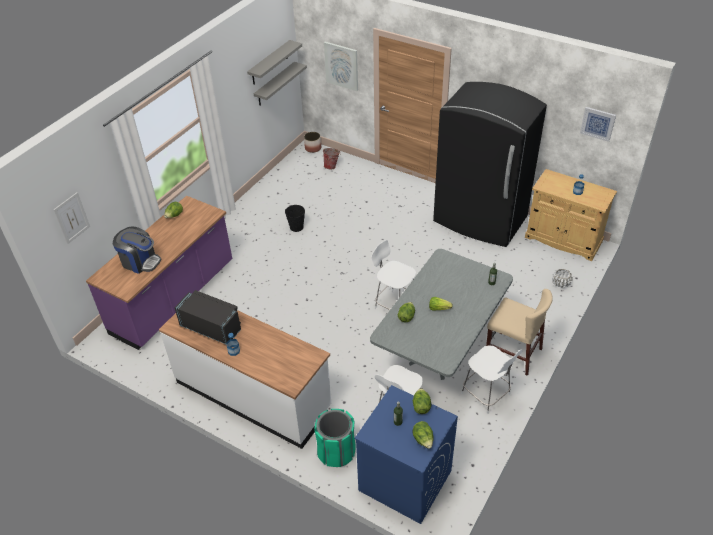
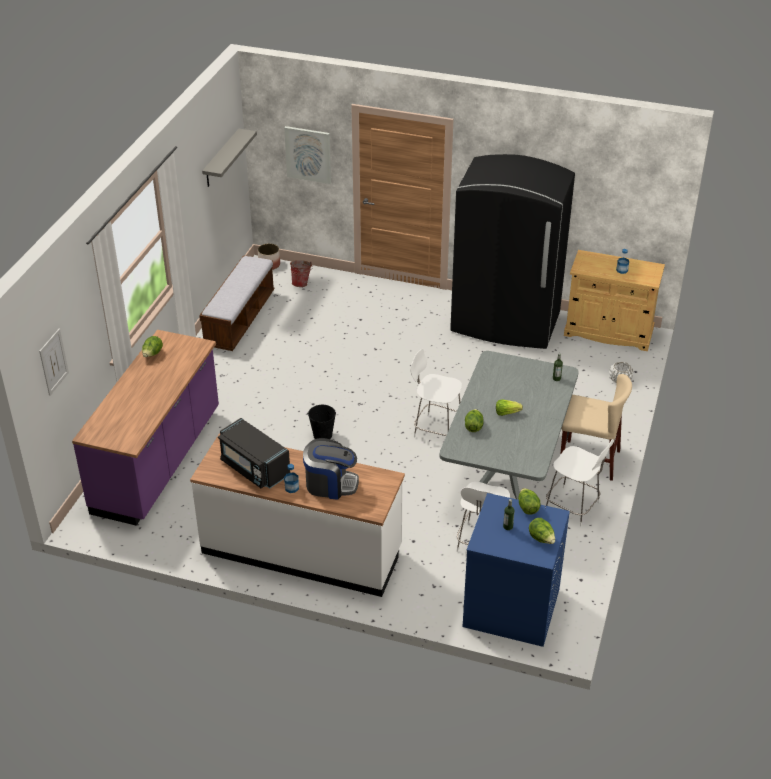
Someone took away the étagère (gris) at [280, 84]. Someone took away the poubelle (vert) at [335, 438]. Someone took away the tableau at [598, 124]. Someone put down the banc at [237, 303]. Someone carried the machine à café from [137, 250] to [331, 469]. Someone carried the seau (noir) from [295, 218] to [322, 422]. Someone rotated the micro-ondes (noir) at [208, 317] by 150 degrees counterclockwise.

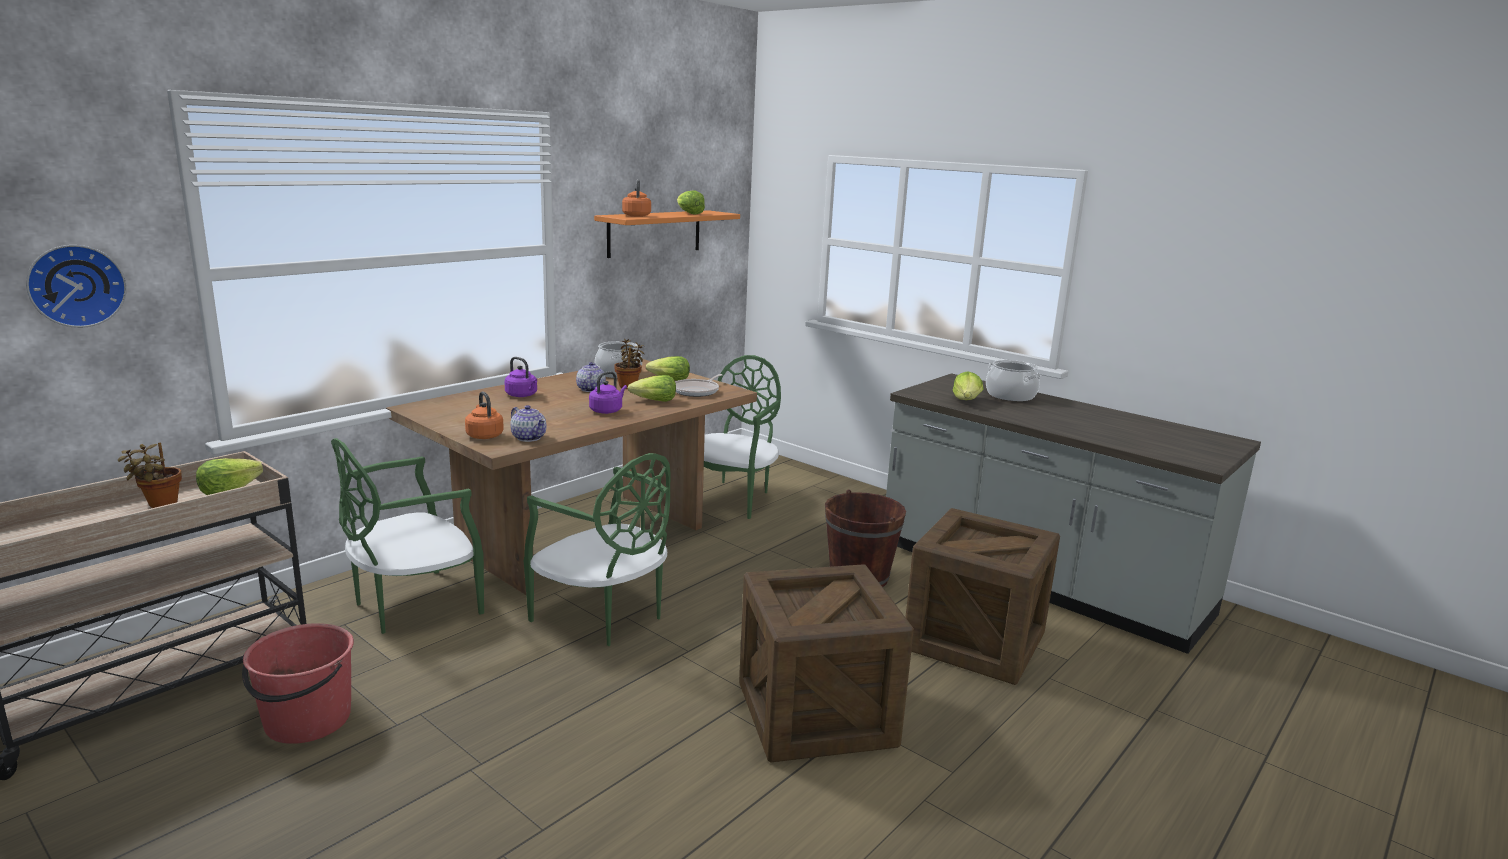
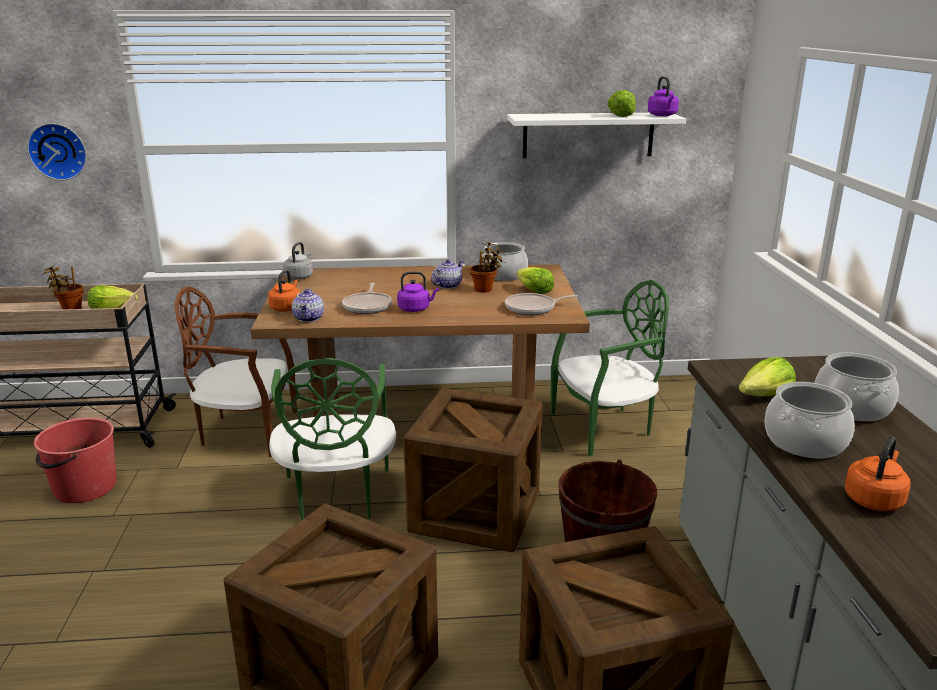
Someone took away the laitue at [652, 388]. Someone put down the bouilloire (gris) at [298, 261]. Someone put down the poêle at [367, 298]. Someone put down the caisse at [473, 470]. Someone put down the marmite at [809, 420]. Someone carried the bouilloire (violet) from [520, 377] to [663, 96]. Someone carried the bouilloire (orange) from [636, 198] to [877, 474]. Someone repainted the chaise (vert) at [407, 536], which became the chaise (marron) at [235, 371]. Someone repainted the étagère (orange) at [667, 234], which became the étagère (blanc) at [597, 135].

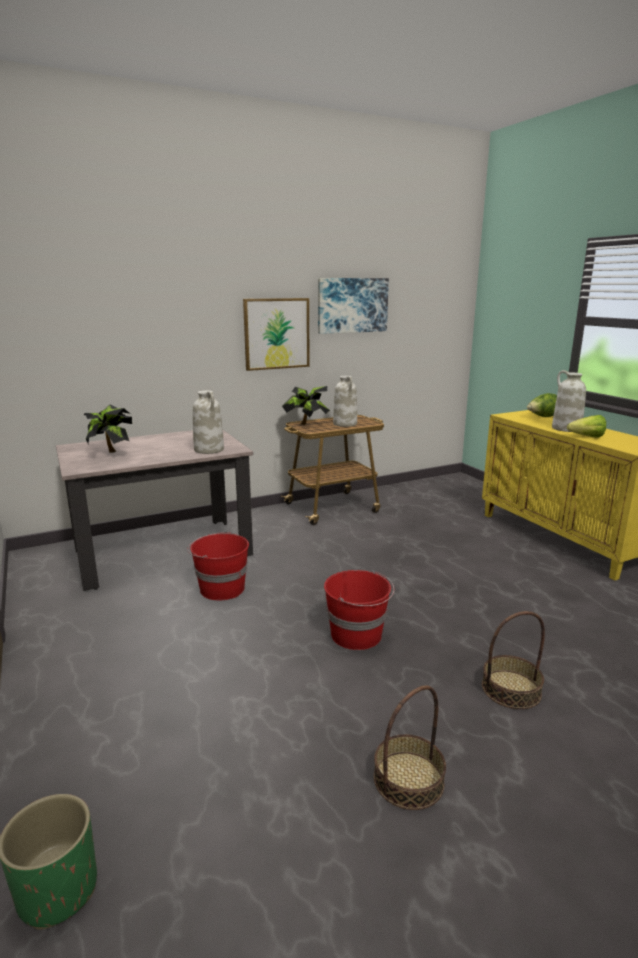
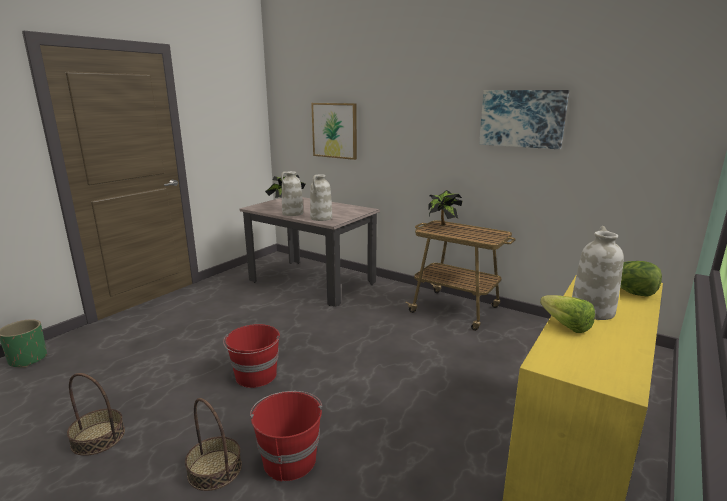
Someone carried the seau (rouge) from [218, 566] to [286, 436]. Someone carried the tableau from [276, 334] to [334, 131]. Someone carried the vase (blanc) from [345, 401] to [292, 193].

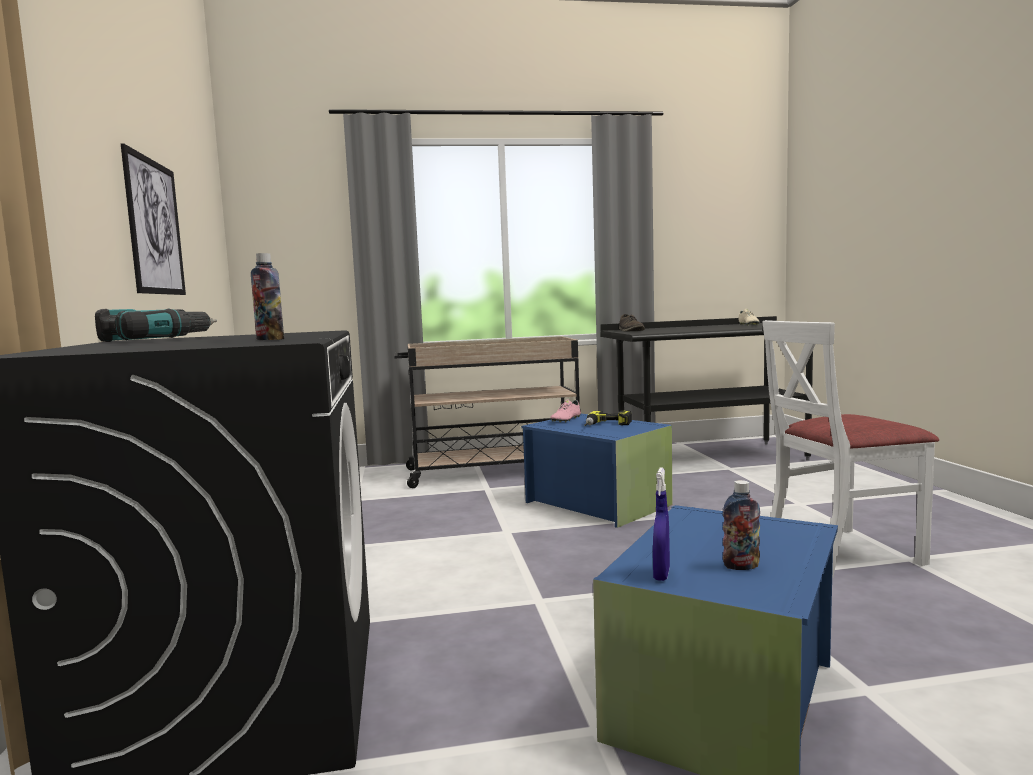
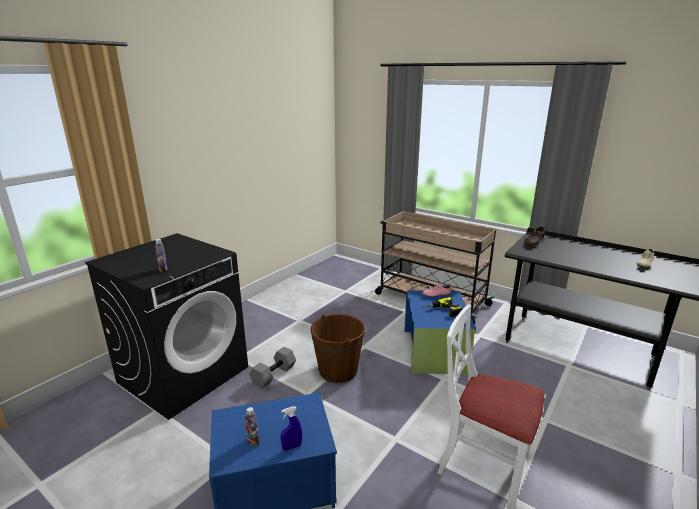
Someone took away the perceuse at [156, 325]. Someone took away the tableau at [153, 219]. Someone put down the haltère (gris) at [272, 368]. Someone put down the seau (marron) at [338, 348]. Someone carried the vaporisateur (bleu) from [661, 524] to [291, 428].

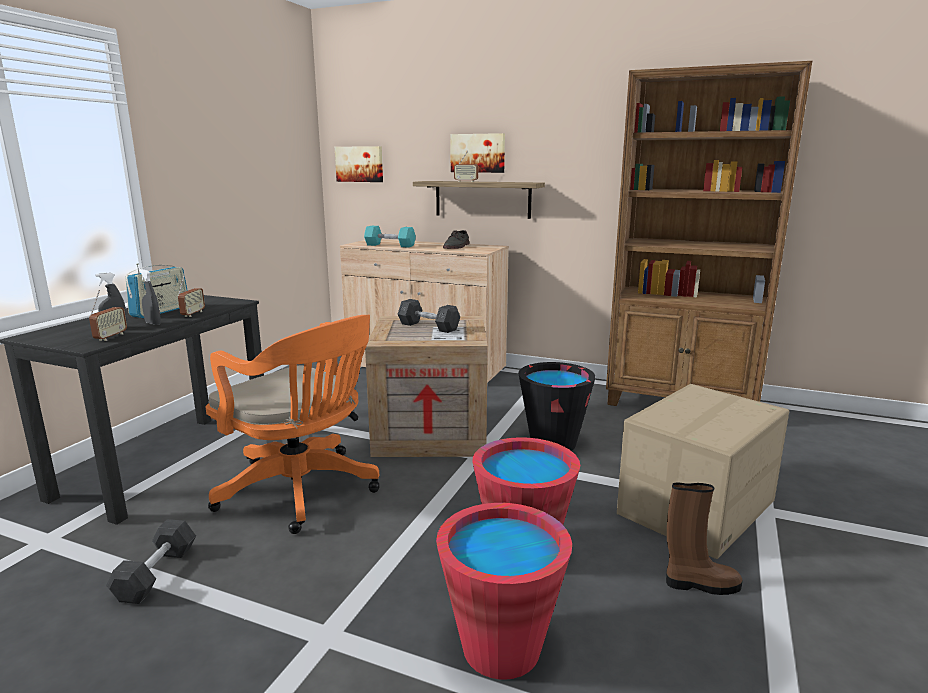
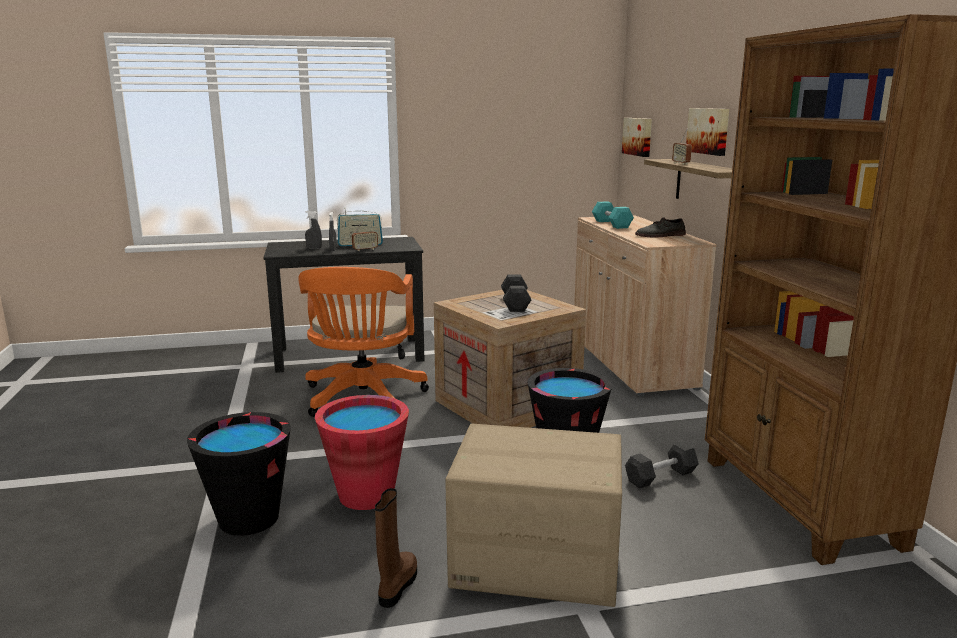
Someone took away the radio at [108, 315]. Someone carried the haltère (gris) from [151, 561] to [662, 465]. Someone repainted the seau (rouge) at [504, 591], which became the seau (noir) at [239, 474]. Someone rotated the botte (marron) at [704, 539] by 135 degrees counterclockwise.

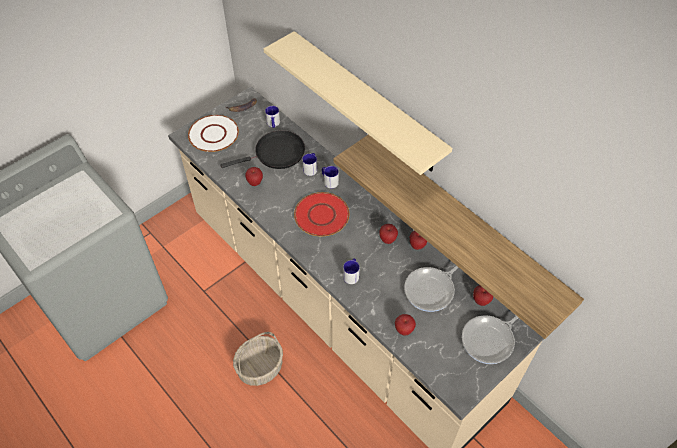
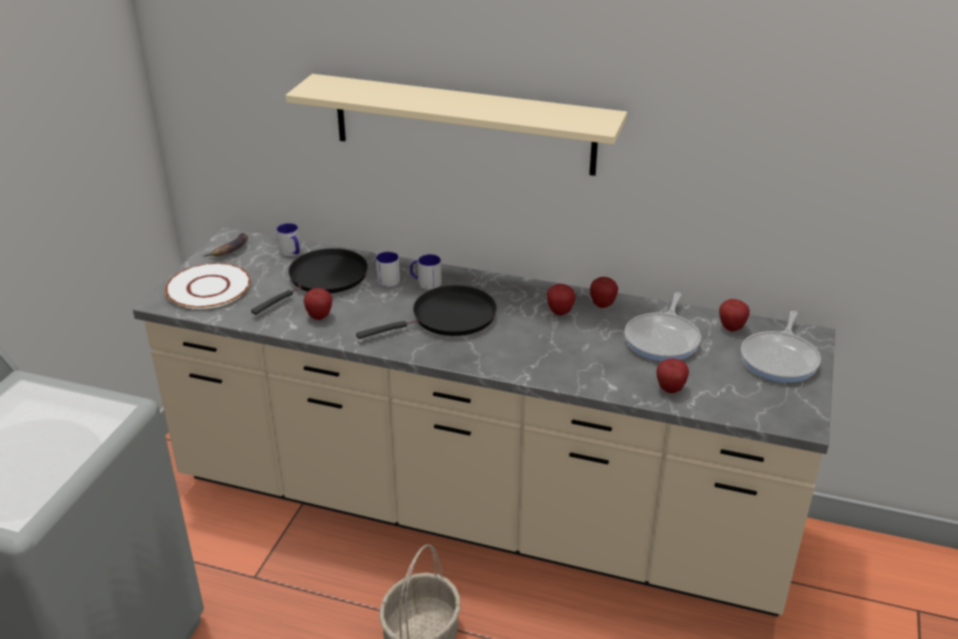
Someone took away the étagère at [459, 237]. Someone took away the mug at [351, 271]. Someone swapped the assiette (rouge) at [321, 214] for the poêle (noir) at [426, 312].

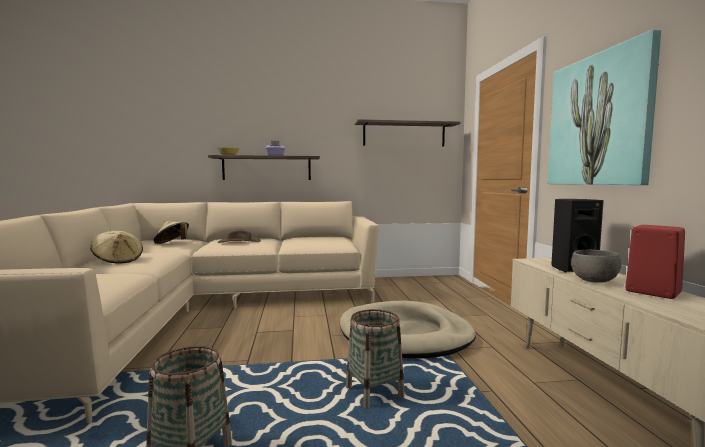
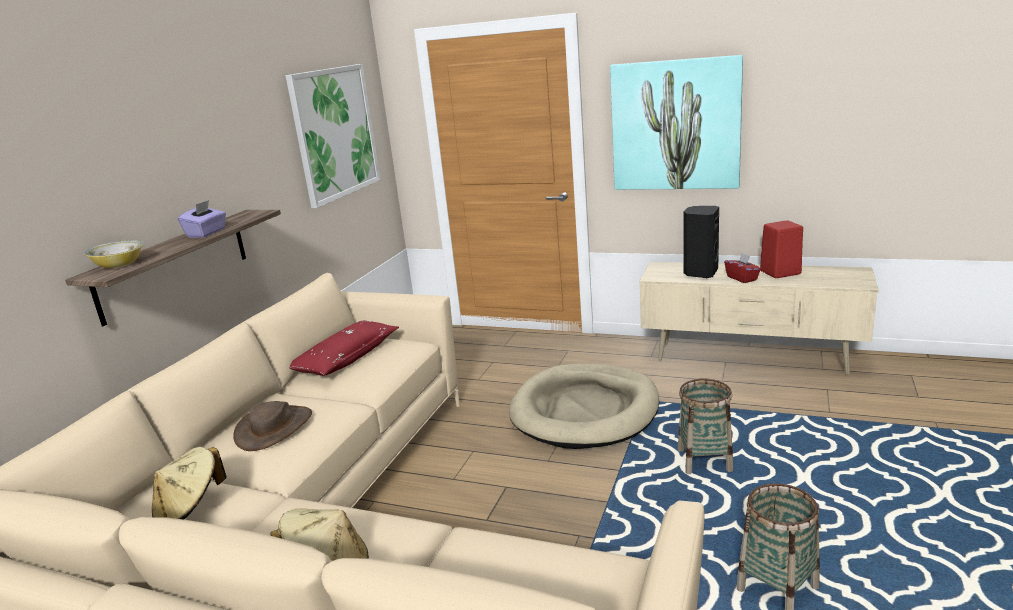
Someone put down the coussin (rouge) at [344, 348]. Someone swapped the étagère at [407, 133] for the tableau at [333, 136]. Someone swapped the bol (gris) at [596, 266] for the boîte à mouchoirs (rouge) at [742, 268].

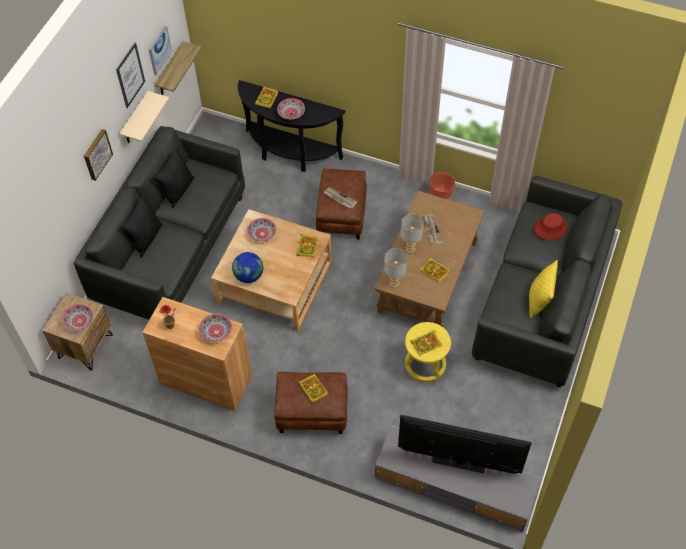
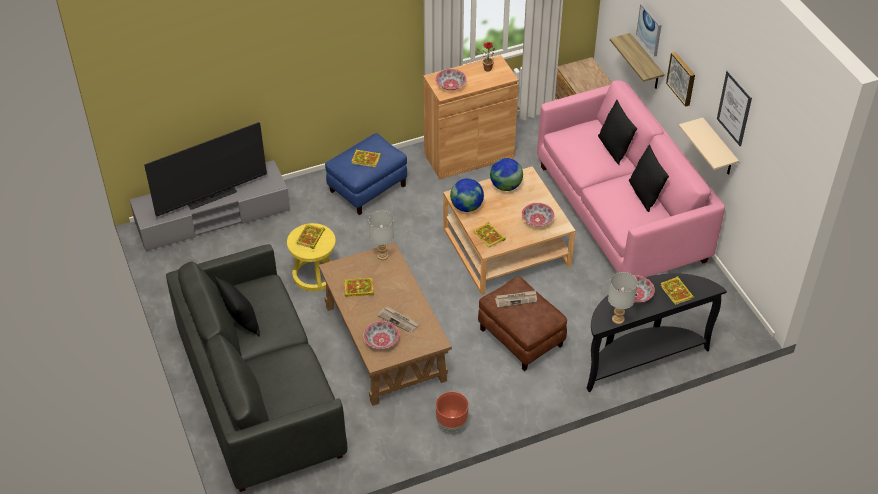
Someone took away the chapeau (rouge) at [551, 226]. Someone put down the globe at [467, 195]. Someone carried the bol from [78, 317] to [381, 335]. Someone carried the tableau from [160, 50] to [648, 30]. Someone carried the étagère from [178, 68] to [637, 61]. Someone carried the lampe de table (gris) from [412, 234] to [622, 298]. Someone repainted the canapé (gris) at [159, 223], which became the canapé (rose) at [631, 178]. Someone repainted the pouf (marron) at [311, 403], which became the pouf (bleu) at [366, 174]. Someone repainted the coussin (jaune) at [543, 289], which became the coussin (noir) at [237, 306].

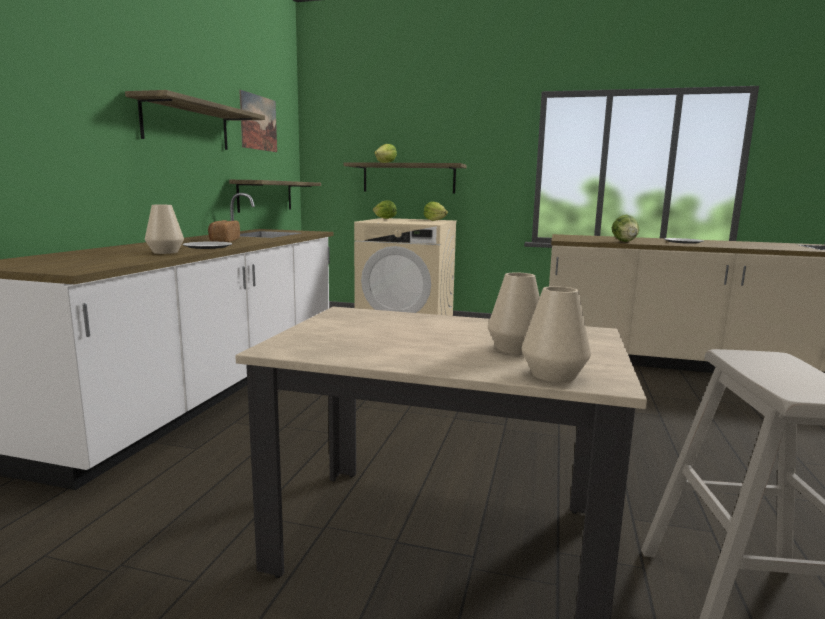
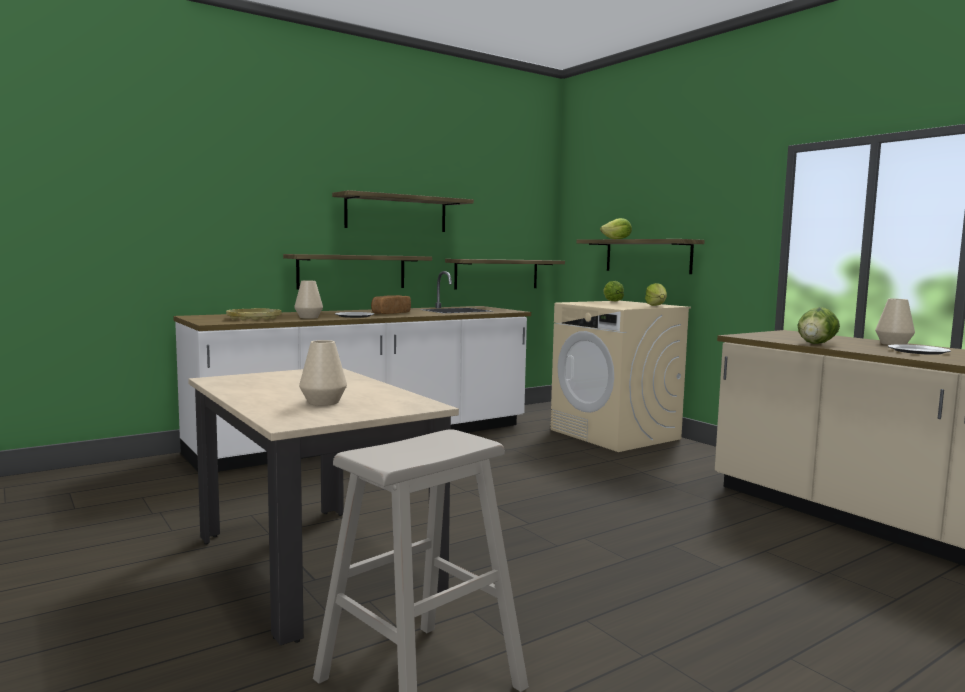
Someone took away the tableau at [258, 121]. Someone put down the plateau (jaune) at [254, 314]. Someone put up the étagère at [357, 271]. Someone carried the vase (beige) from [556, 334] to [895, 322].

